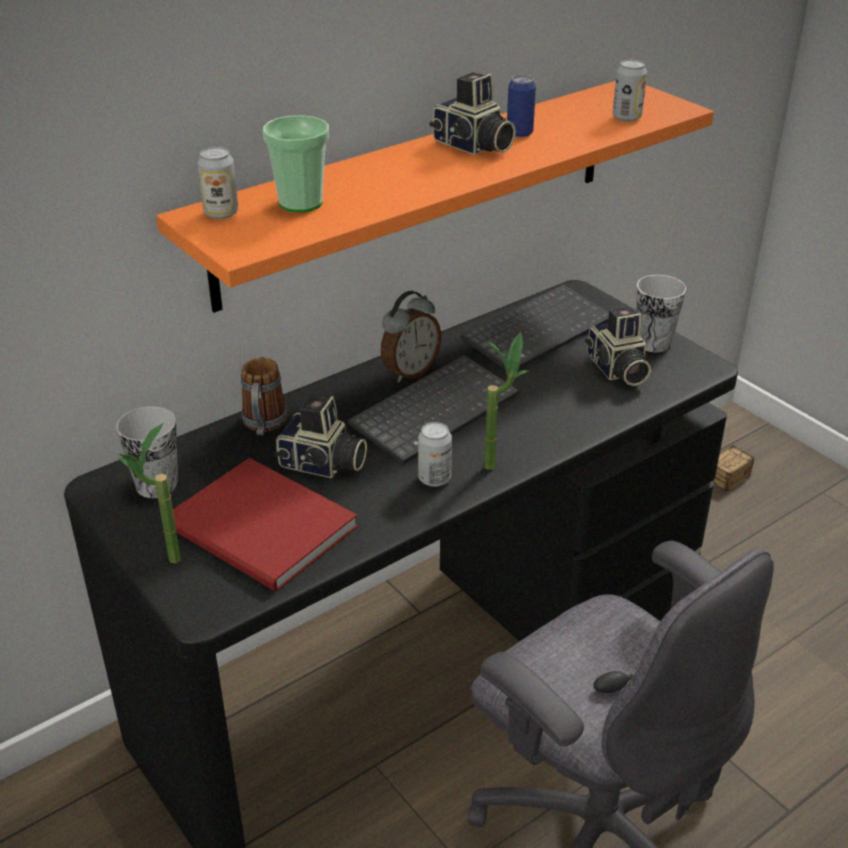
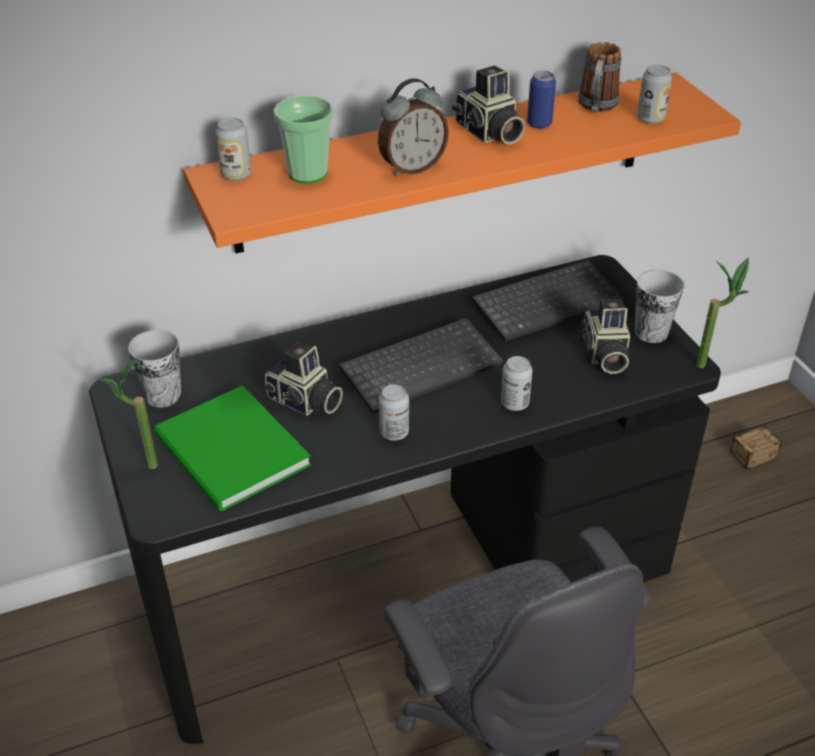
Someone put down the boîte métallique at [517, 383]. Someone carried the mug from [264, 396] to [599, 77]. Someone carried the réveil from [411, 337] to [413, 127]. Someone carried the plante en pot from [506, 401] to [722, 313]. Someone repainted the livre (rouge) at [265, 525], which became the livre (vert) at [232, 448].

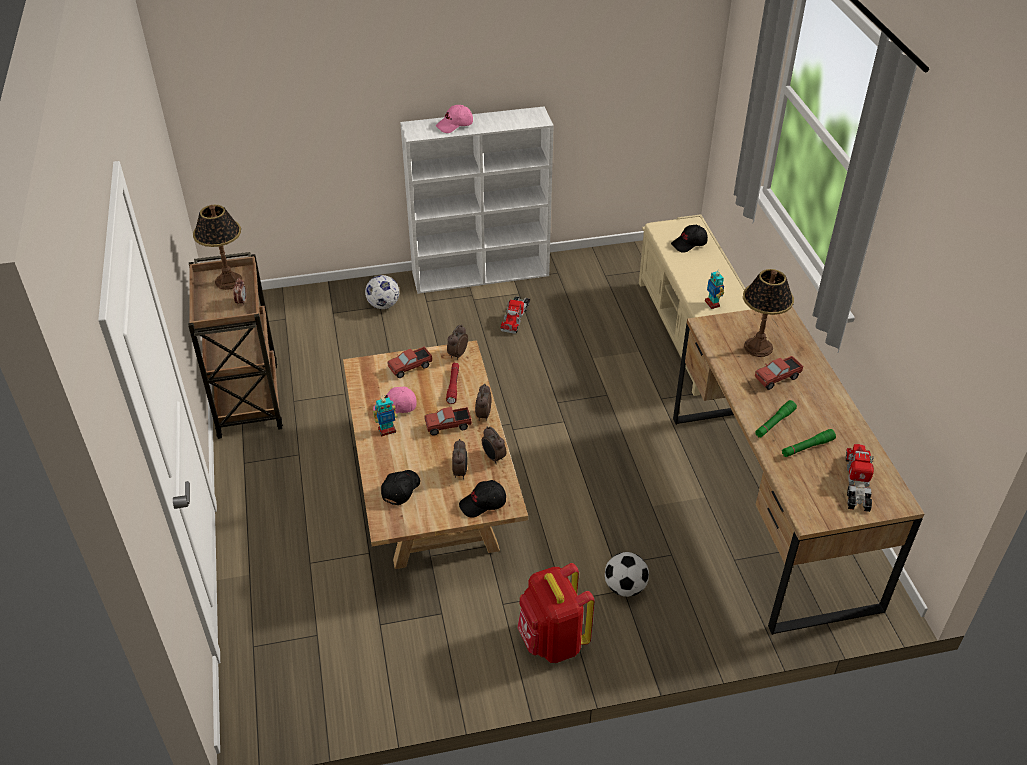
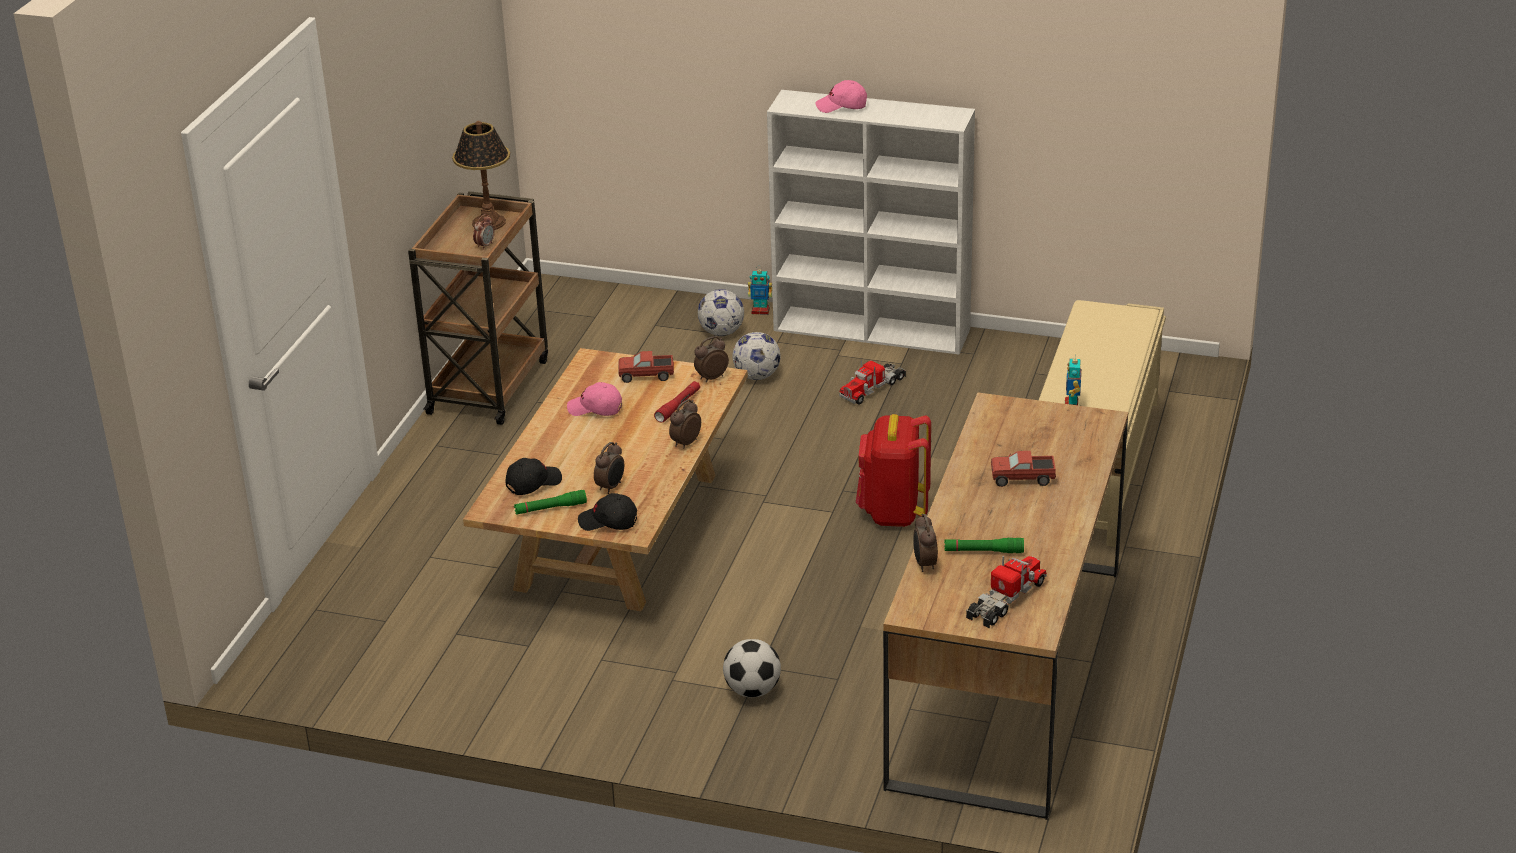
Someone took away the camion jouet at [448, 421]. Someone took away the casquette (noir) at [689, 239]. Someone took away the lampe de table at [768, 313]. Someone put down the ballon de foot at [756, 356]. Someone carried the robot jouet from [385, 416] to [760, 292]. Someone carried the réveil from [494, 445] to [925, 543]. Someone carried the sac à dos (rouge) from [555, 613] to [893, 470]. Someone carried the lampe de poche (vert) from [776, 419] to [550, 502].

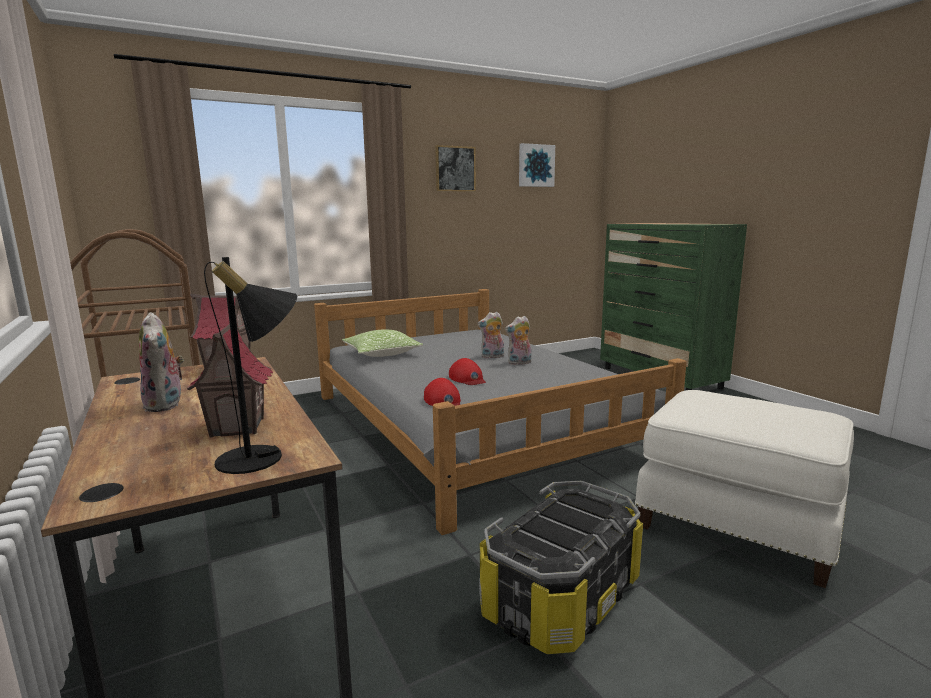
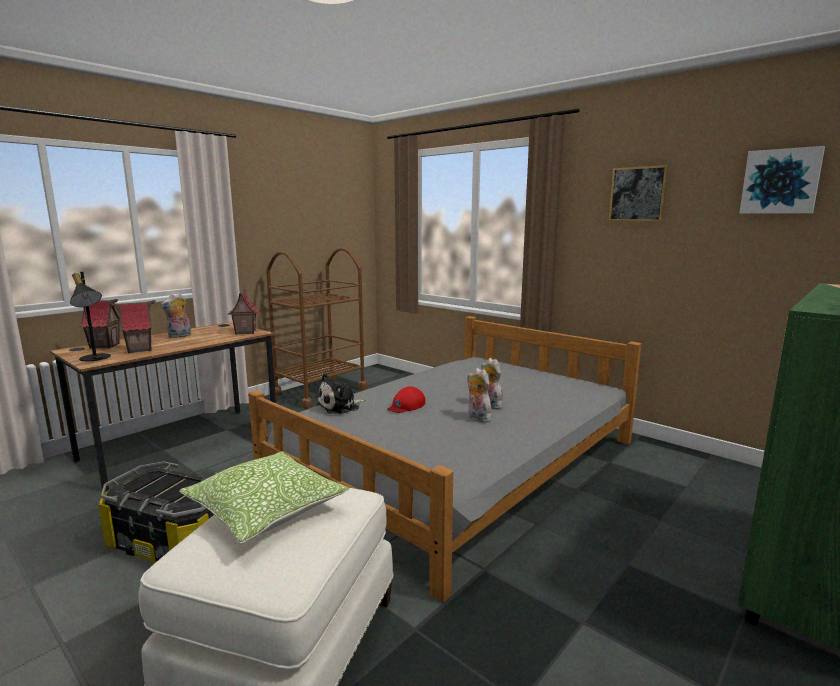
Someone put down the maison miniature at [99, 324]. Someone carried the coussin from [382, 343] to [264, 497]. Someone swapped the casquette (rouge) at [442, 392] for the peluche at [340, 393].

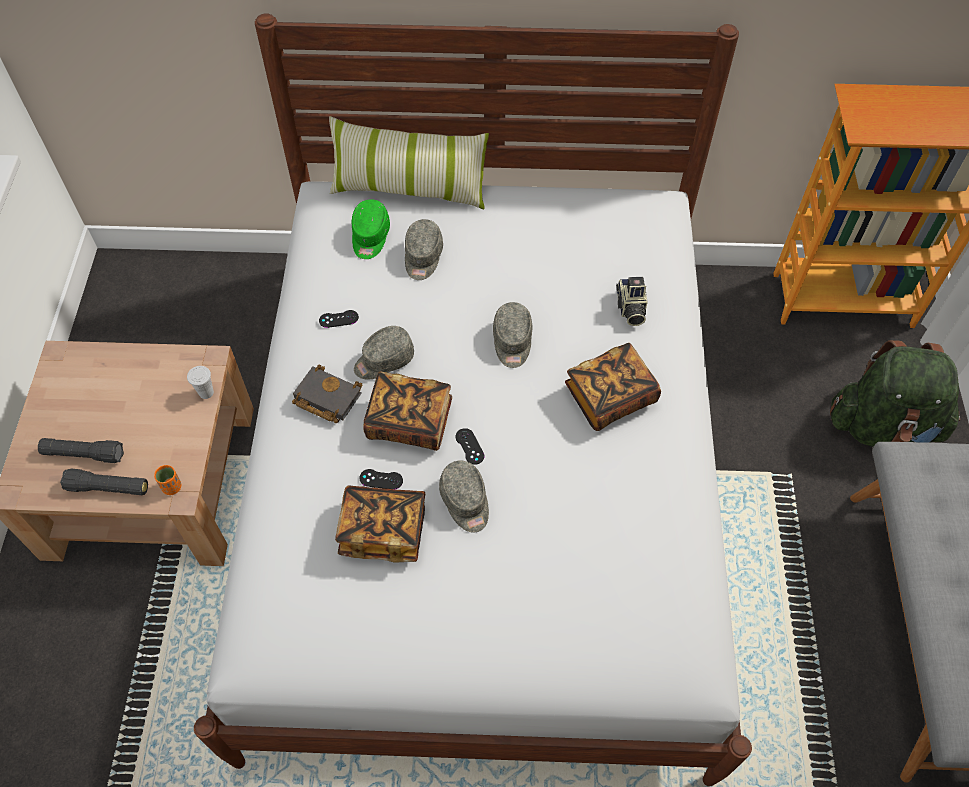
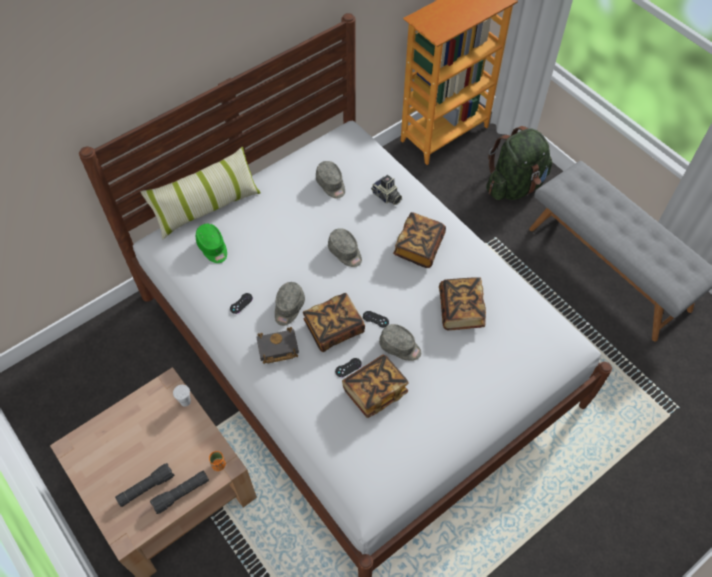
Someone put down the livre at [462, 304]. Someone carried the casquette (gris) from [424, 249] to [330, 179].

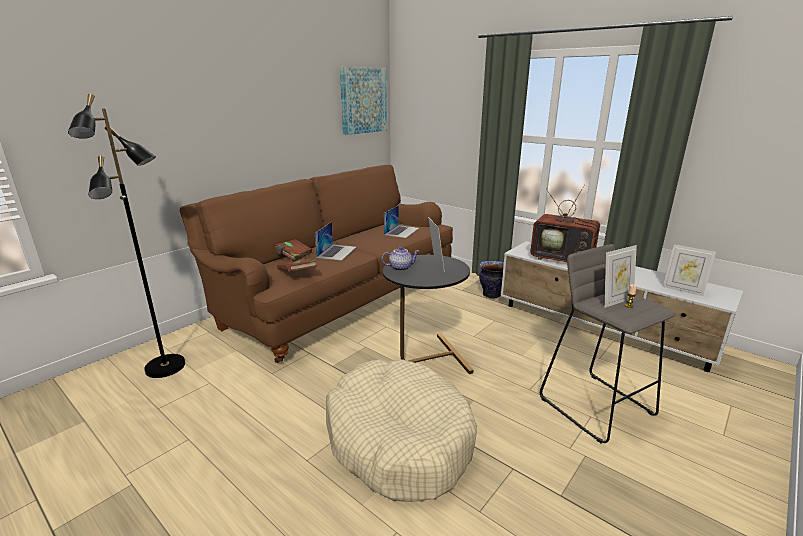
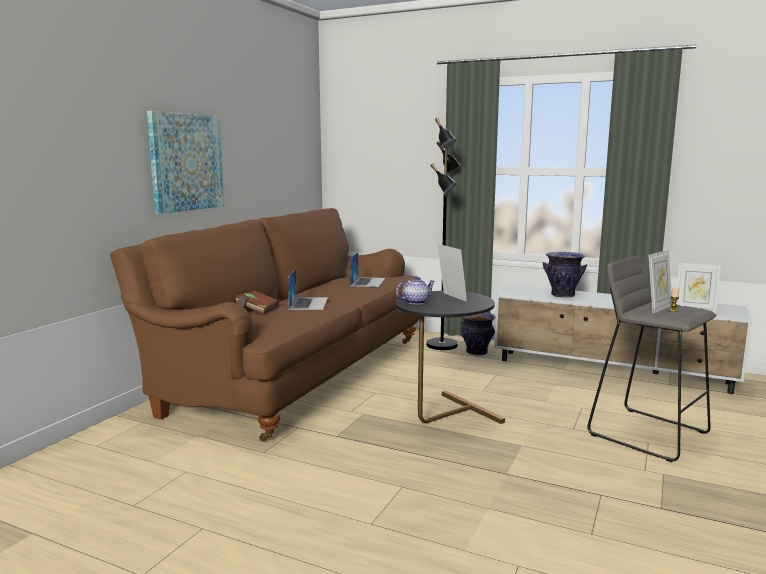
Someone took away the livre (marron) at [297, 264]. Someone took away the panier pour chien (beige) at [401, 430]. Someone carried the lampadaire (noir) from [126, 236] to [443, 234]. Someone carried the tableau from [363, 101] to [185, 162]. Someone swapped the téléviseur at [565, 223] for the vase at [565, 275].

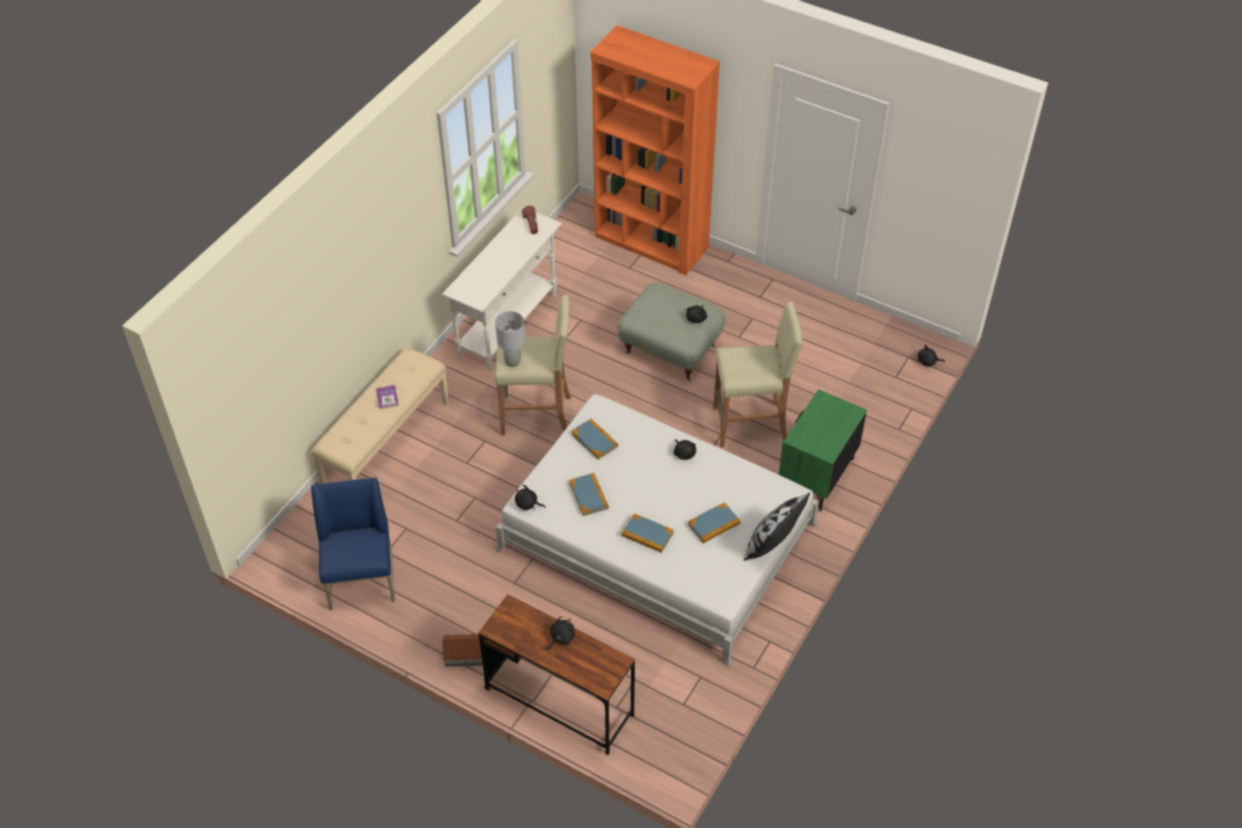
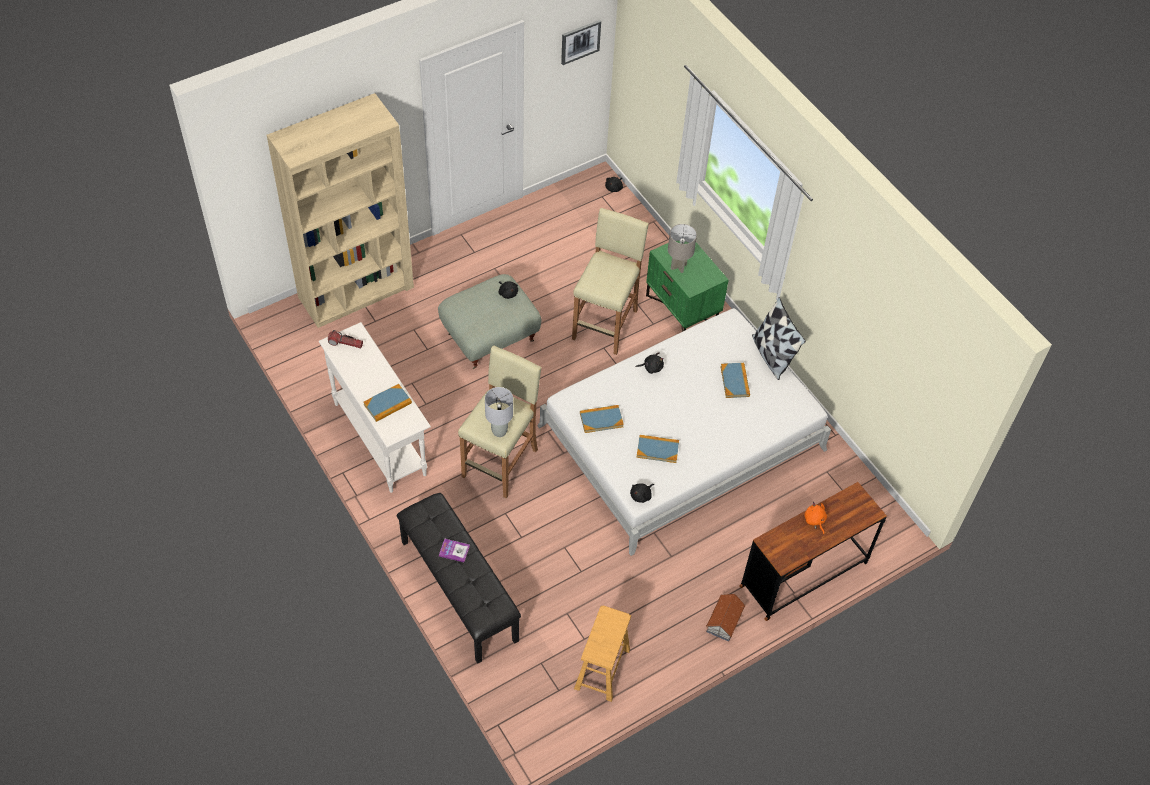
Someone put up the tableau at [581, 42]. Someone put down the lampe de table (gris) at [682, 248]. Someone carried the livre from [648, 533] to [388, 403]. Someone swapped the chaise (bleu) at [353, 543] for the tabouret (marron) at [602, 654]. Someone repainted the banc (beige) at [380, 416], which became the banc (noir) at [458, 578]. Someone repainted the peluche (noir) at [561, 633], which became the peluche (orange) at [816, 518]. Someone repainted the bibliothèque (orange) at [655, 150], which became the bibliothèque (beige) at [340, 210].

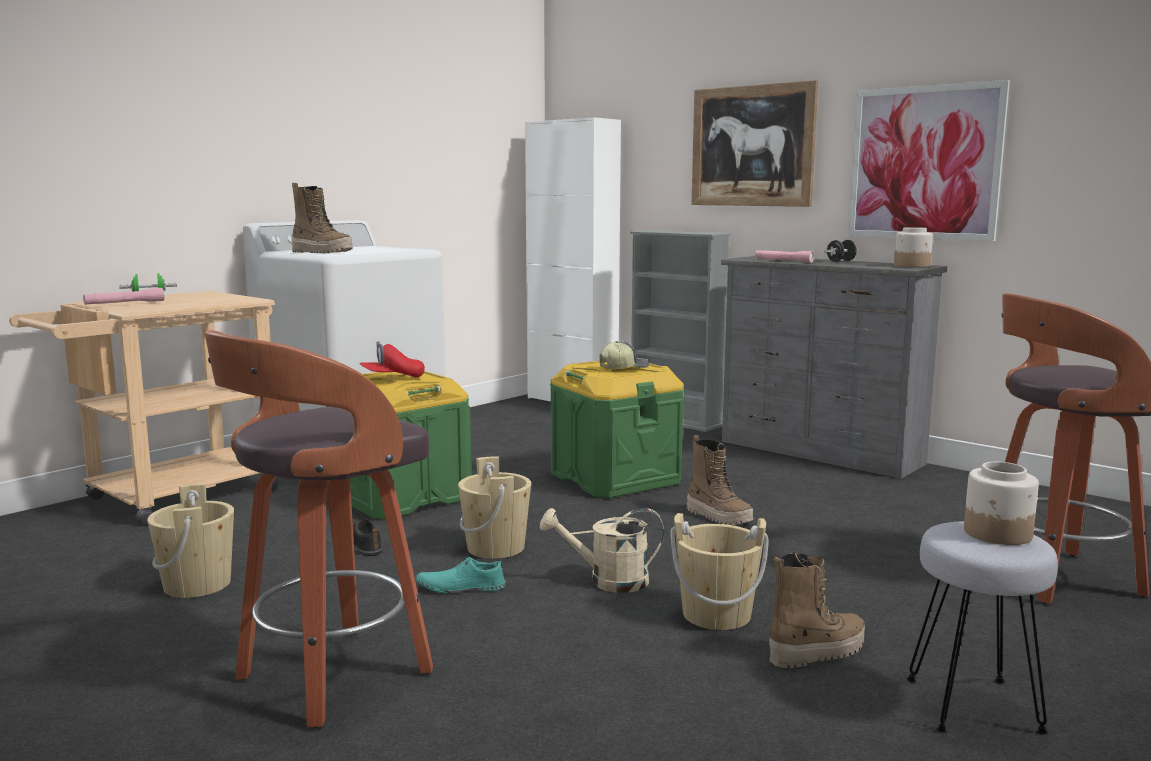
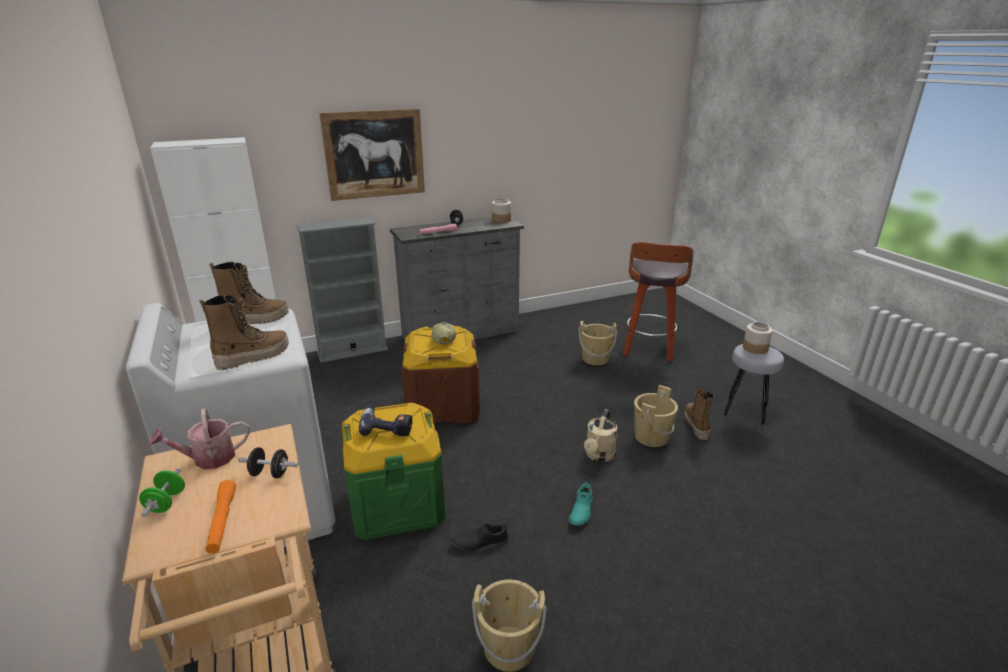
Someone took away the tabouret at [318, 529]. Someone took away the tableau at [929, 160]. Someone put down the arrosoir at [199, 438]. Someone put down the haltère (noir) at [268, 462]. Someone carried the seau (beige) from [494, 507] to [598, 343]. Someone carried the botte from [720, 480] to [249, 293]. Someone swapped the casquette (rouge) at [392, 359] for the perceuse at [385, 420]. Someone repainted the lampe de poche (rose) at [123, 296], which became the lampe de poche (orange) at [220, 517]. Someone repainted the boîte de rangement (vert) at [617, 429], which became the boîte de rangement (marron) at [441, 375].

